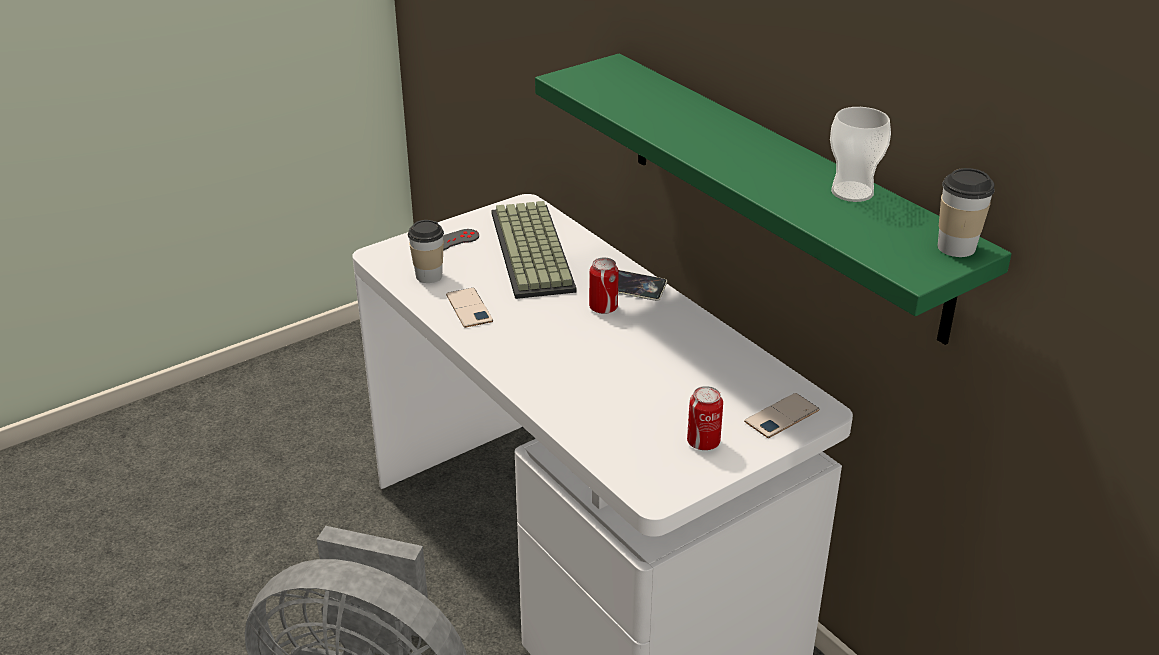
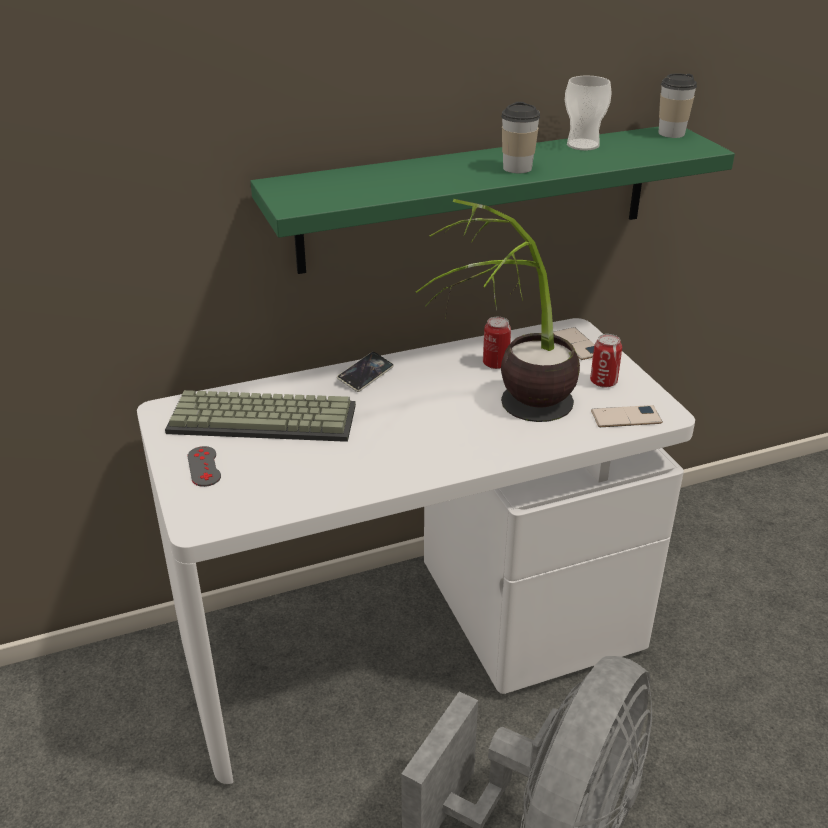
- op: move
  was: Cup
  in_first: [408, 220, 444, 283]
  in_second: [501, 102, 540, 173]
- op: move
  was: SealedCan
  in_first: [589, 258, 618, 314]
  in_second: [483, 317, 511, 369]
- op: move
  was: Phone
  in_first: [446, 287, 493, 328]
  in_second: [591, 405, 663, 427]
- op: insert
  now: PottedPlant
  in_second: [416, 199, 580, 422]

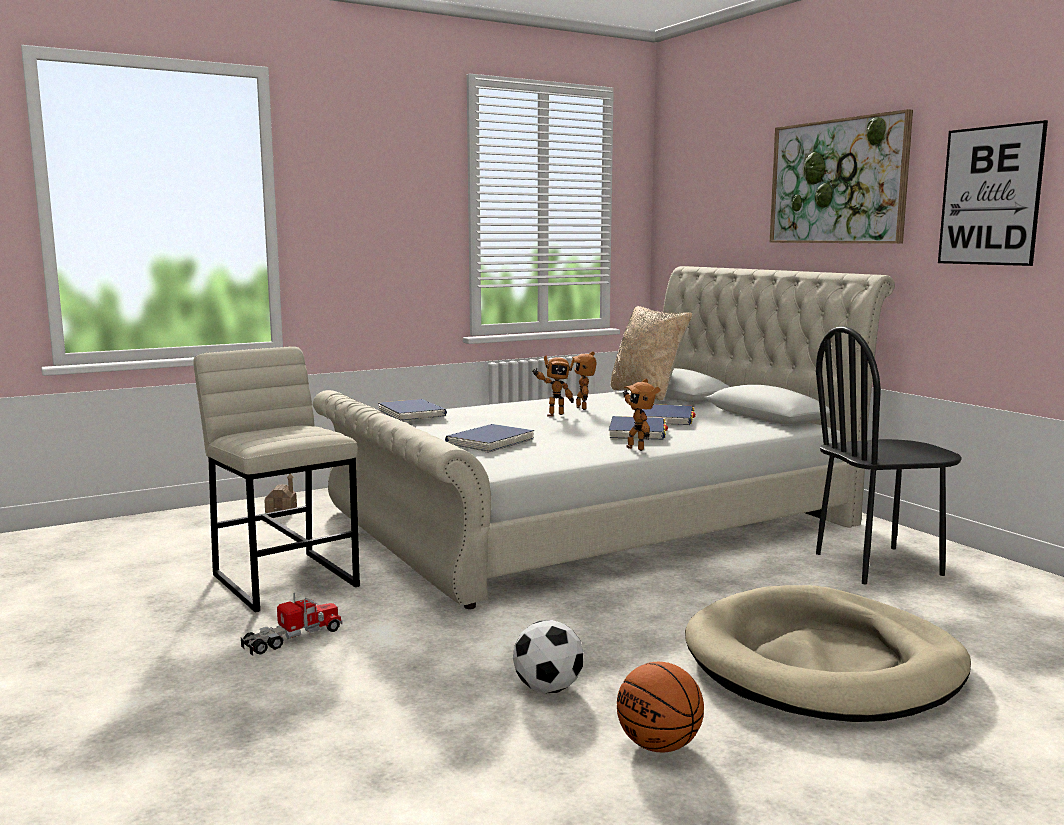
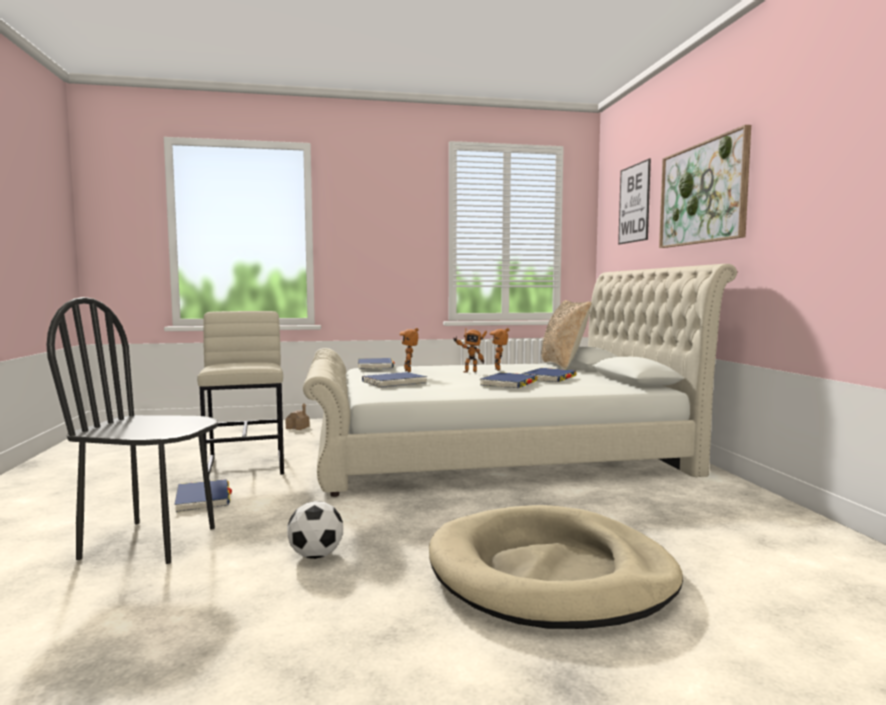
- op: move
  was: WallArt
  in_first: [938, 120, 1048, 266]
  in_second: [618, 159, 651, 244]
- op: move
  was: BlackUprightChair
  in_first: [816, 326, 962, 585]
  in_second: [46, 297, 218, 564]
- op: move
  was: ToyRobot
  in_first: [623, 378, 661, 451]
  in_second: [400, 328, 419, 372]
- op: replace
  was: ToyTruck
  now: BlueBoundBook
  in_first: [240, 593, 343, 656]
  in_second: [174, 479, 232, 513]
- op: delete
  was: BasketballBall
  in_first: [617, 662, 704, 753]

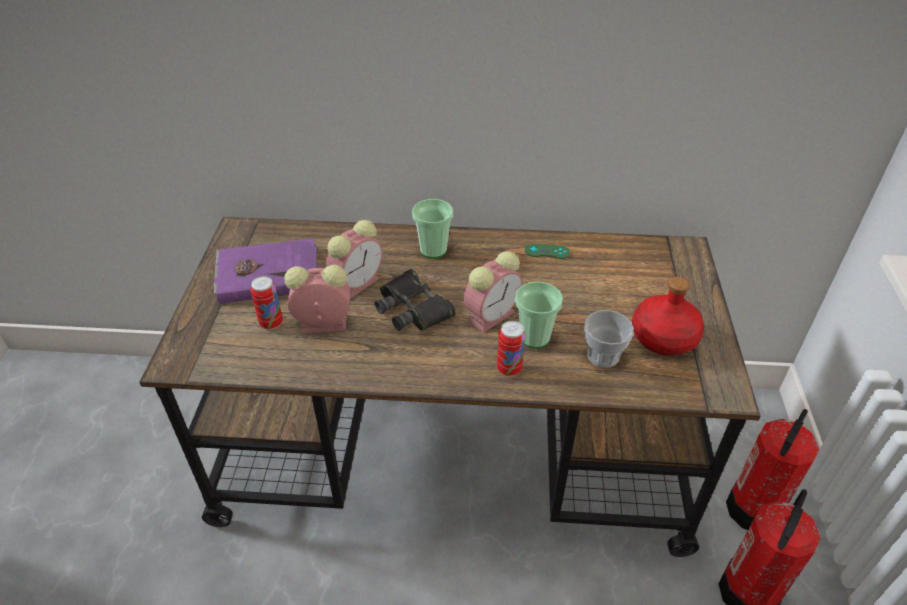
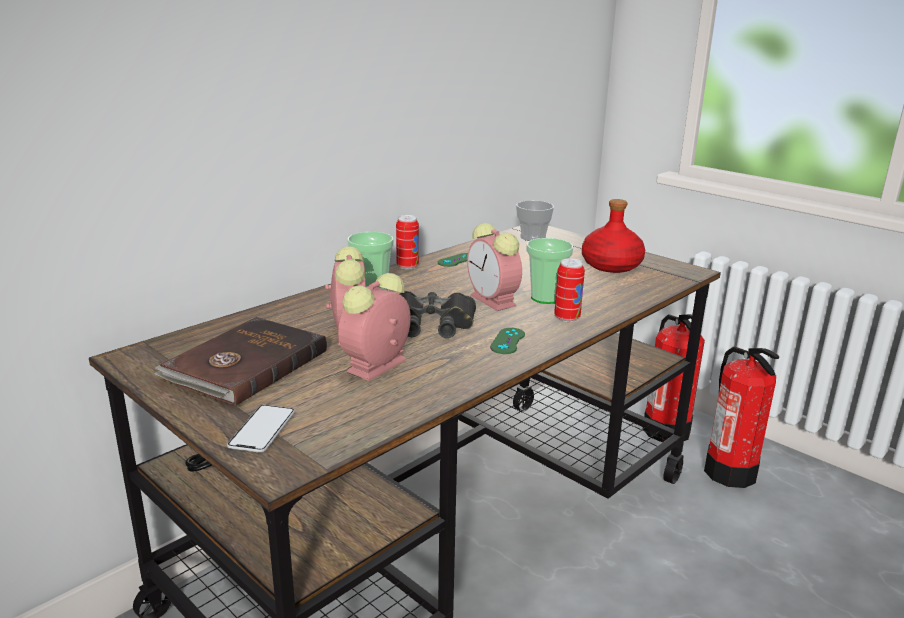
- op: recolor
  was: PurplishBoundBook
  now: BrownBoundBook
  in_first: [214, 238, 317, 304]
  in_second: [154, 317, 327, 406]
- op: rotate
  was: AlarmClock
  in_first: [464, 251, 522, 333]
  in_second: [467, 223, 522, 311]
  clockwise: 150
- op: move
  was: SealedCan
  in_first: [250, 276, 283, 330]
  in_second: [396, 215, 419, 269]
- op: move
  was: Cup
  in_first: [584, 310, 634, 368]
  in_second: [516, 201, 554, 241]
- op: insert
  now: GreenGamepad
  in_second: [490, 328, 525, 354]
- op: insert
  now: Phone
  in_second: [227, 405, 295, 453]

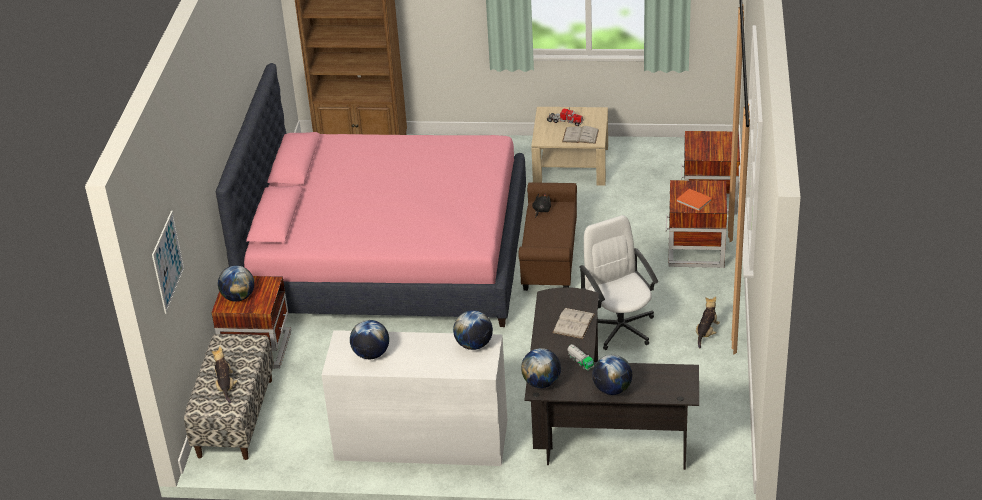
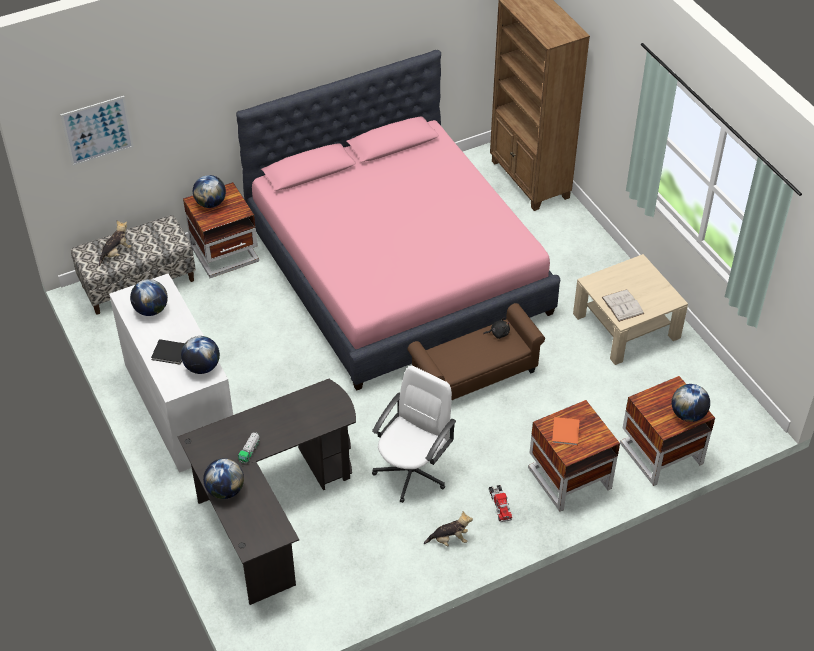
- op: move
  was: ToyTruck
  in_first: [547, 107, 584, 126]
  in_second: [489, 485, 512, 522]
- op: delete
  was: WhiteColouredBoundBook
  in_first: [553, 308, 595, 339]
- op: move
  was: Globe
  in_first: [521, 348, 561, 388]
  in_second: [672, 384, 710, 422]
- op: insert
  now: BlackBoundBook
  in_second: [151, 339, 185, 365]

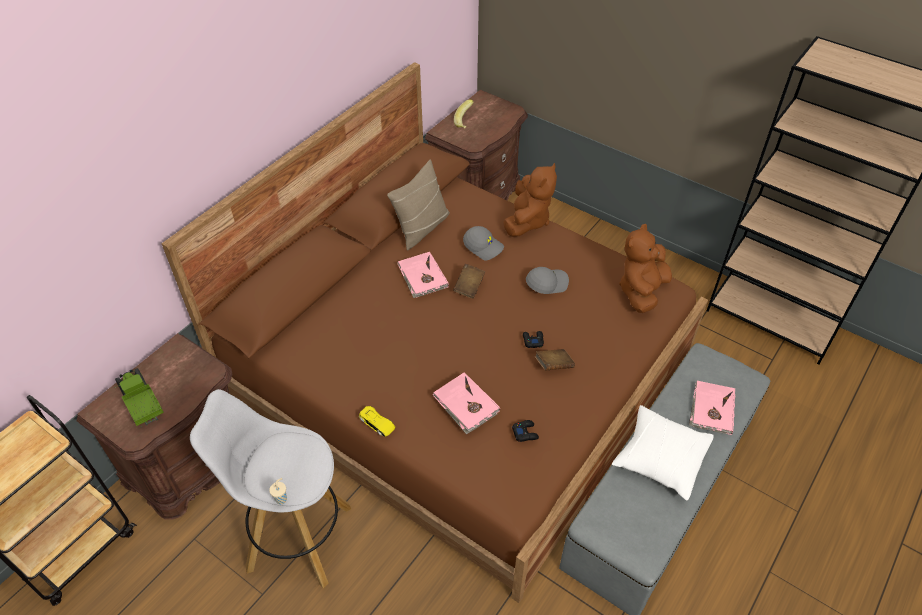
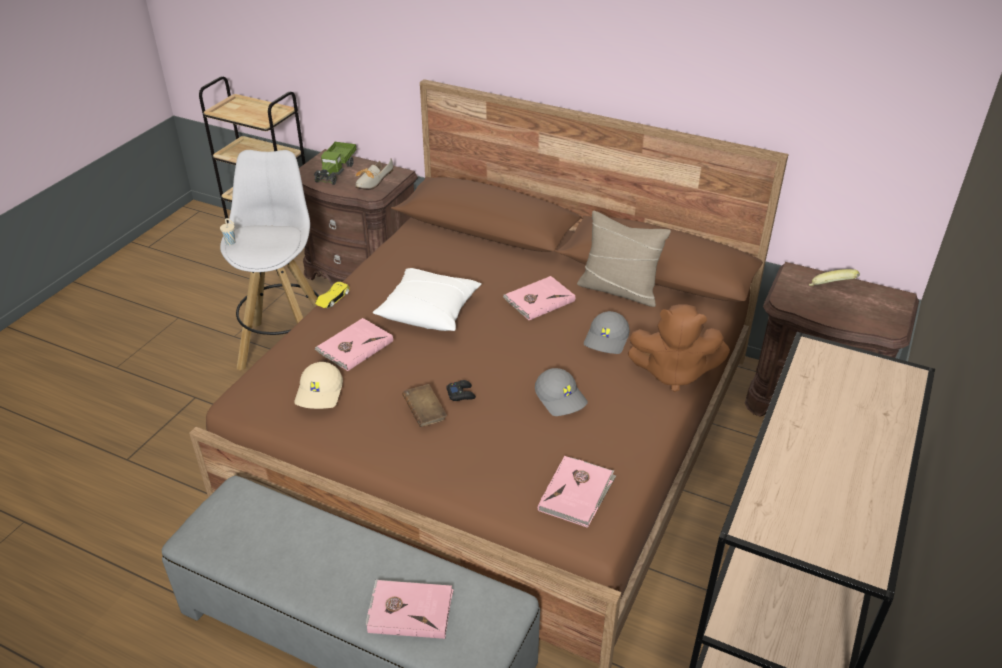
- op: replace
  was: BrownCuddlyToy
  now: PinkColouredBoundBook
  in_first: [619, 224, 672, 313]
  in_second: [538, 456, 616, 528]
- op: delete
  was: BrownBoundBook
  in_first: [453, 264, 485, 299]
- op: rotate
  was: ToyTruck
  in_first: [115, 368, 164, 427]
  in_second: [314, 142, 356, 185]
  clockwise: 150
- op: move
  was: WhiteColouredCushion
  in_first: [612, 405, 714, 500]
  in_second: [373, 268, 482, 331]
- op: replace
  was: BlackGamepad
  now: SandColouredPeakedCap
  in_first: [512, 420, 539, 442]
  in_second: [294, 362, 343, 409]
- op: insert
  now: LowShoe
  in_second: [355, 158, 393, 190]

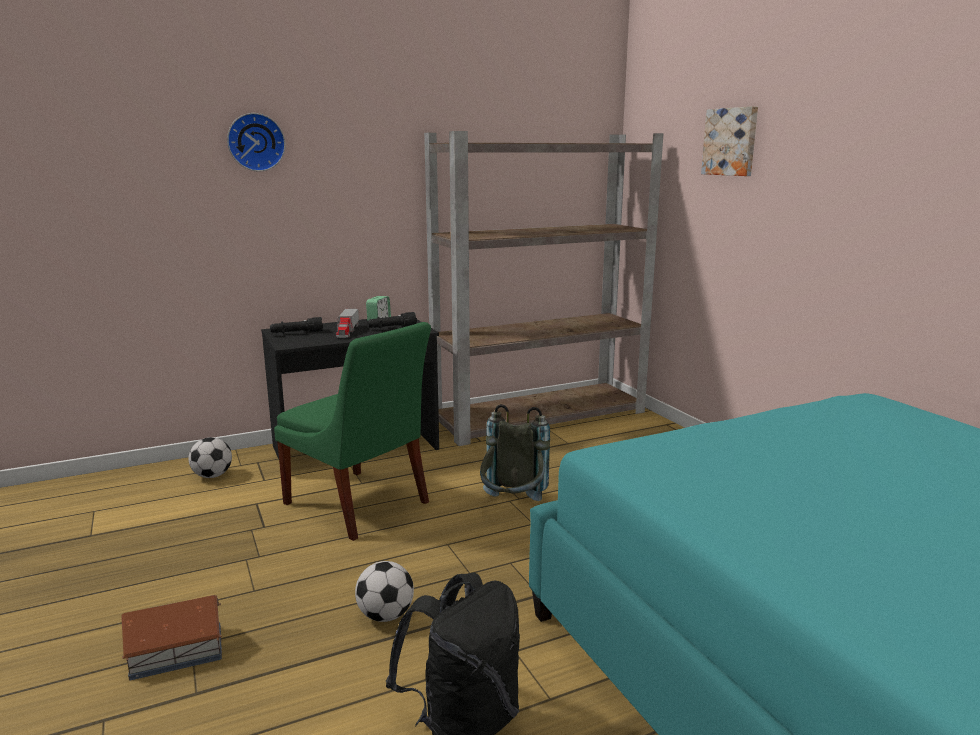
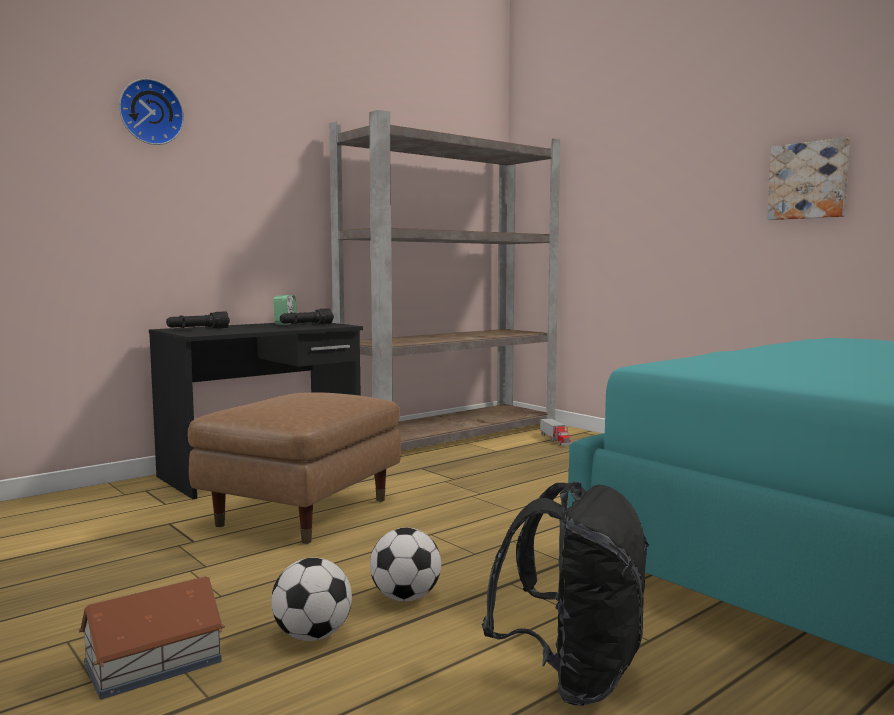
- op: move
  was: WallArt
  in_first: [701, 106, 758, 176]
  in_second: [767, 137, 850, 220]
- op: move
  was: ToyTruck
  in_first: [336, 309, 359, 338]
  in_second: [540, 419, 572, 446]
- op: replace
  was: GreenUprightChair
  now: BrownPouffe
  in_first: [274, 322, 431, 541]
  in_second: [188, 392, 401, 544]
- op: delete
  was: GrayRucksack
  in_first: [480, 404, 550, 501]
- op: move
  was: BallForFootball
  in_first: [188, 437, 232, 478]
  in_second: [271, 557, 352, 641]

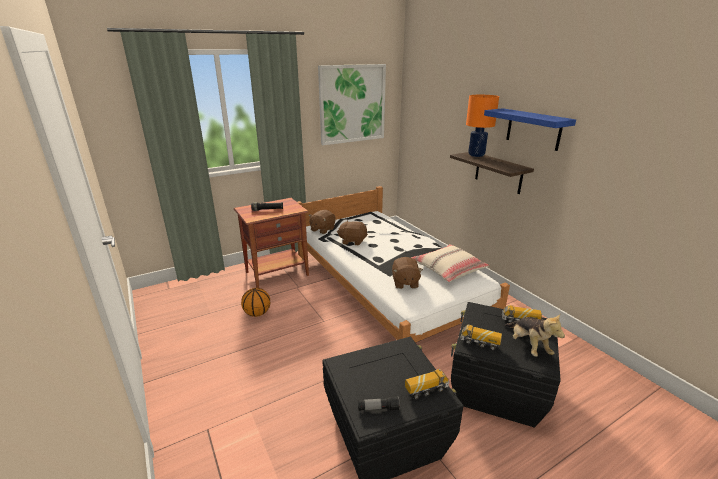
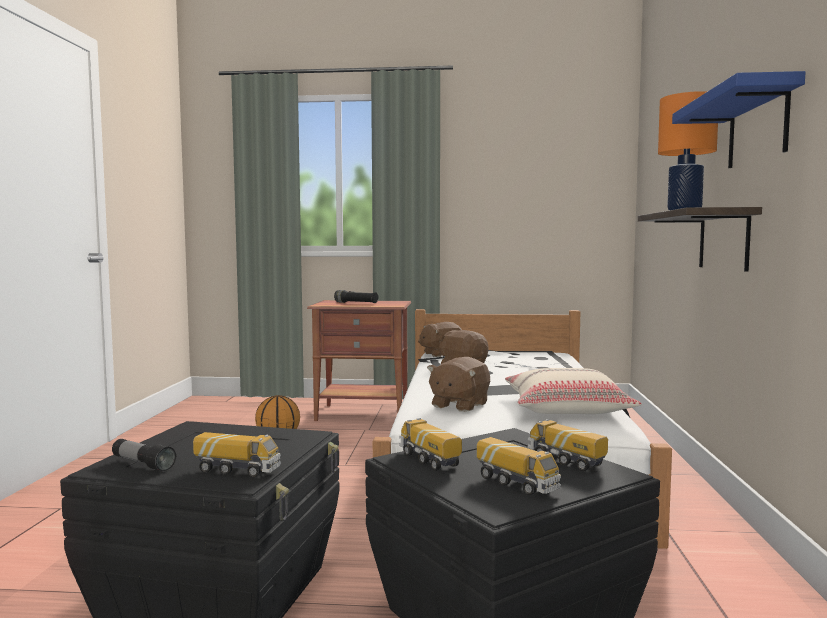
- op: delete
  was: WallArt
  in_first: [318, 64, 386, 145]
- op: replace
  was: CuddlyToy
  now: ToyTruck
  in_first: [505, 314, 565, 357]
  in_second: [477, 437, 561, 495]

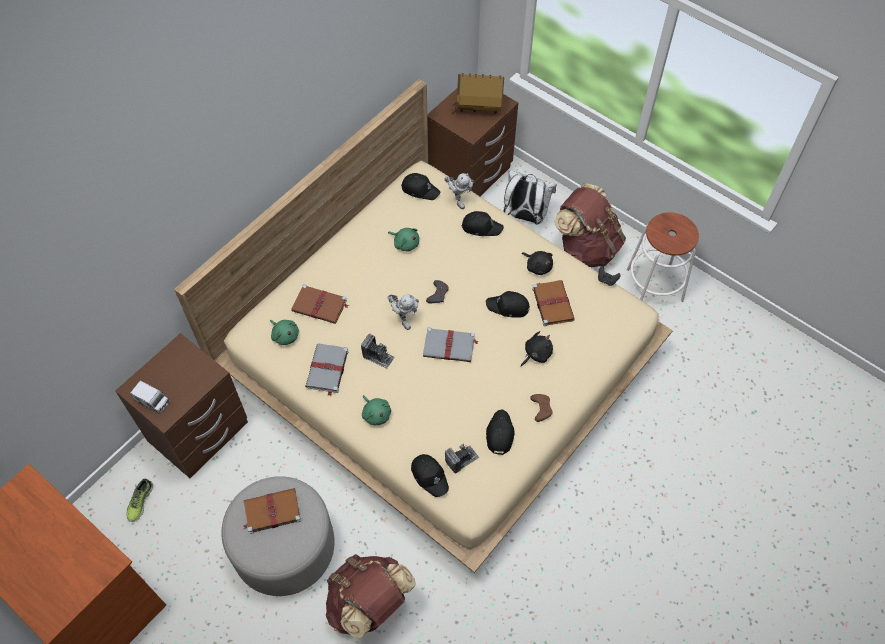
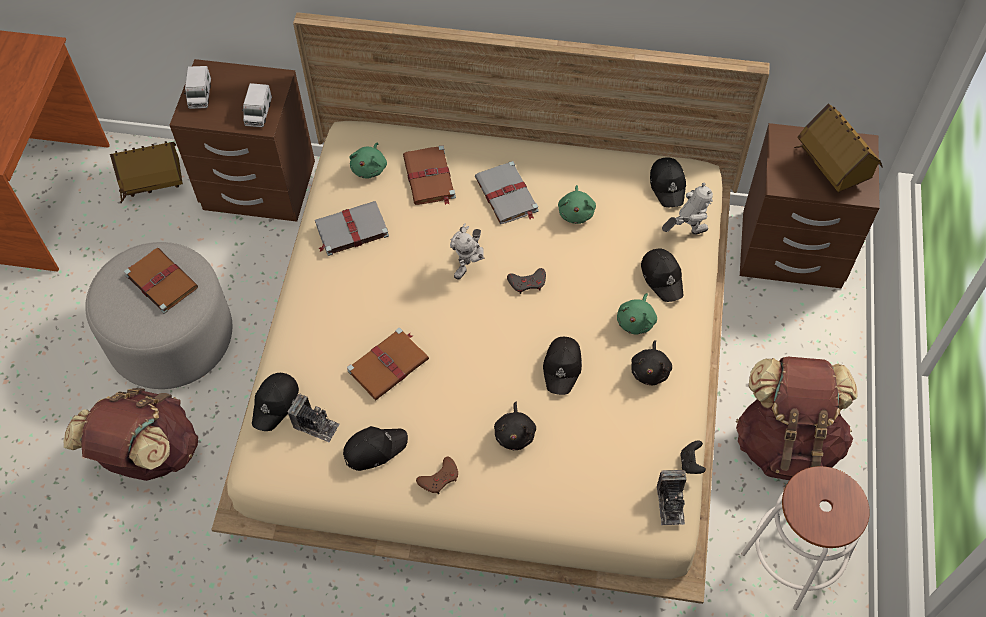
- op: delete
  was: WhiteColouredRucksack
  in_first: [504, 170, 557, 225]
- op: rotate
  was: ToyRobot
  in_first: [444, 173, 474, 209]
  in_second: [662, 183, 713, 235]
  clockwise: -135
- op: move
  was: BrownBoundBook
  in_first: [532, 280, 575, 326]
  in_second: [347, 328, 429, 401]
- op: rotate
  was: BlackPeakedCap
  in_first: [486, 291, 530, 317]
  in_second: [543, 337, 582, 395]
  clockwise: -150
- op: move
  was: GrayBoundBook
  in_first: [423, 327, 478, 362]
  in_second: [475, 161, 539, 224]
- op: rotate
  was: BlackCuddlyToy
  in_first: [521, 331, 553, 366]
  in_second: [494, 402, 536, 450]
  clockwise: 75
- op: move
  was: PhotoCamera
  in_first: [361, 334, 395, 369]
  in_second: [657, 470, 686, 525]
- op: move
  was: GreenCuddlyToy
  in_first: [362, 395, 391, 426]
  in_second: [617, 293, 657, 335]
- op: replace
  was: LowShoe
  now: ModelHouse
  in_first: [127, 479, 153, 522]
  in_second: [110, 141, 183, 203]
- op: insert
  now: ToyTruck
  in_second: [241, 83, 272, 127]

